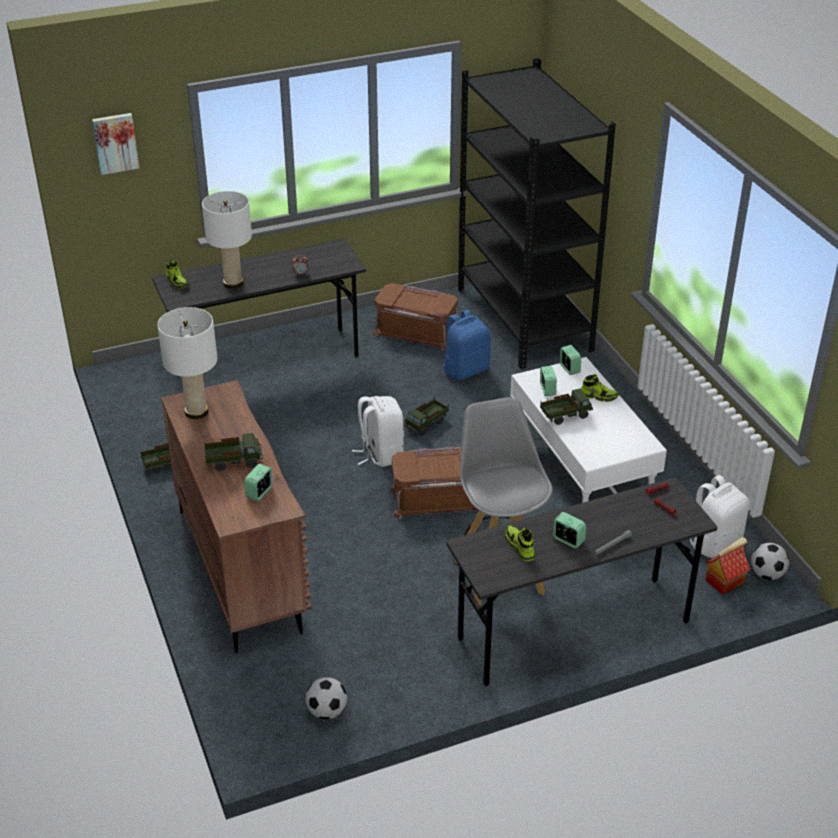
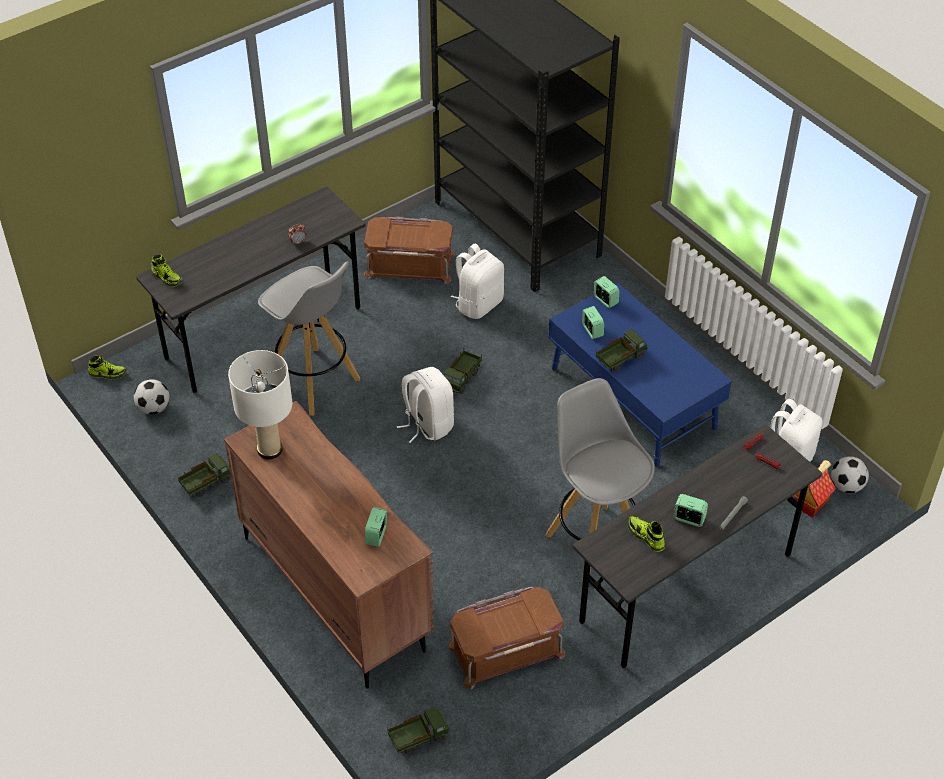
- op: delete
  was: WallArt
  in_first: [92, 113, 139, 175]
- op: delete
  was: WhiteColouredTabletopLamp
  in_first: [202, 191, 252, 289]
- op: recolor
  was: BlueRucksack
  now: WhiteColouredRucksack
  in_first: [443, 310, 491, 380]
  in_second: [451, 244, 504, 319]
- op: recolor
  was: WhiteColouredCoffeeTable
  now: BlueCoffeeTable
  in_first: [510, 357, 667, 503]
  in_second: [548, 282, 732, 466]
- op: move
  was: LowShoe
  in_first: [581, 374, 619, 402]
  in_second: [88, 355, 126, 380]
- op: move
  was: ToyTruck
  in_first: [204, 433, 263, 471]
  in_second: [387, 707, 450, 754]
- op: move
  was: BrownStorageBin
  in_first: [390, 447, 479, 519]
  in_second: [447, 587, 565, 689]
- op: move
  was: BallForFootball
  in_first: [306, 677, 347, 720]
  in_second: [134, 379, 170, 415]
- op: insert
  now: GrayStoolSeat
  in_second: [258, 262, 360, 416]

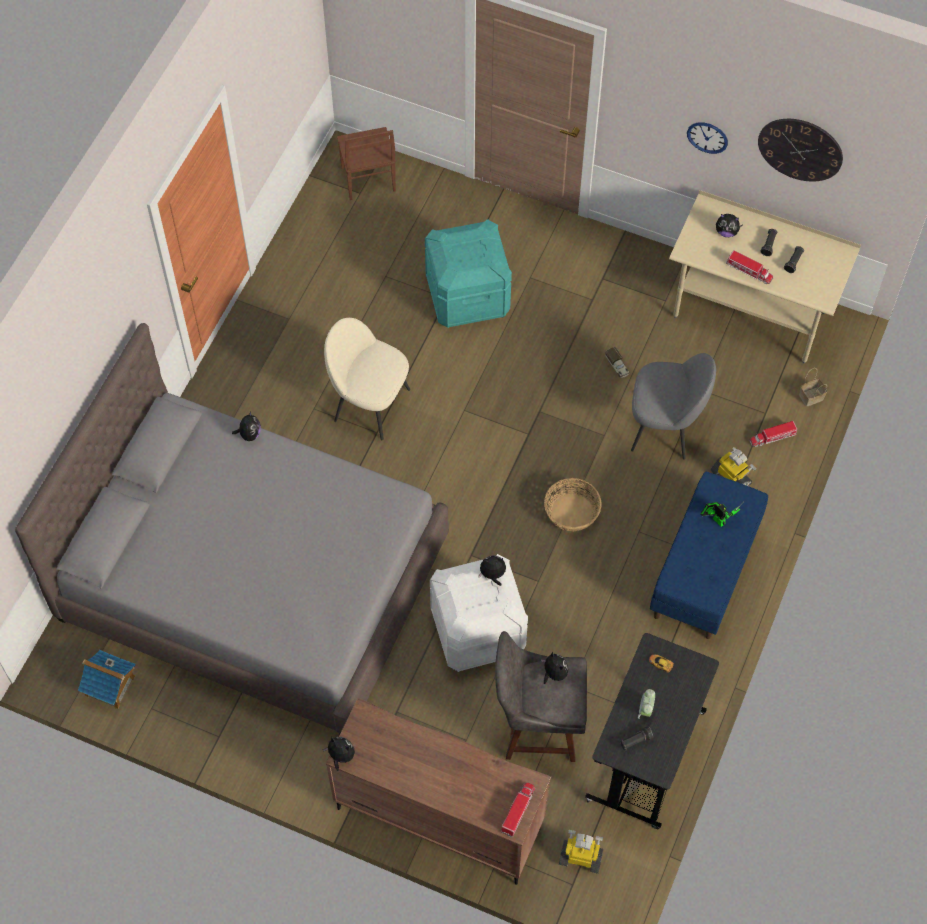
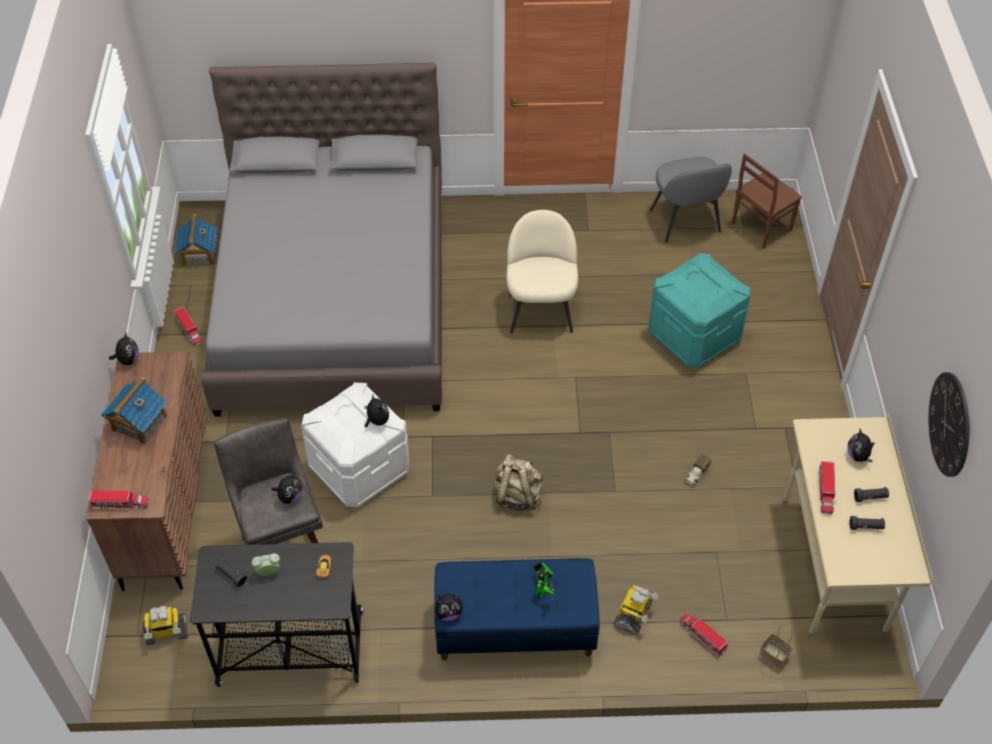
- op: delete
  was: HangingClock
  in_first: [687, 122, 728, 154]
- op: move
  was: GrayUprightChair
  in_first: [631, 353, 716, 460]
  in_second: [650, 157, 732, 243]
- op: move
  was: CuddlyToy
  in_first: [232, 411, 261, 441]
  in_second: [435, 594, 463, 621]
- op: replace
  was: HouseholdBasket
  now: SandColouredRucksack
  in_first: [544, 478, 602, 531]
  in_second: [494, 454, 543, 510]
- op: rotate
  was: ToyRobot
  in_first: [559, 830, 603, 874]
  in_second: [142, 606, 188, 645]
  clockwise: 90
- op: insert
  now: ToyTruck
  in_second: [174, 307, 202, 345]
- op: insert
  now: ModelHouse
  in_second: [101, 377, 168, 445]

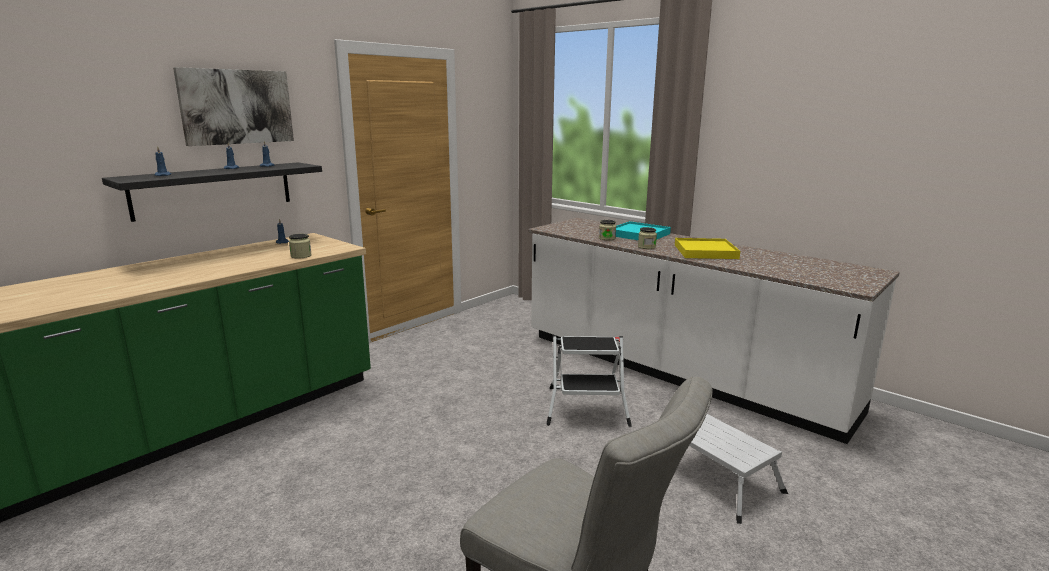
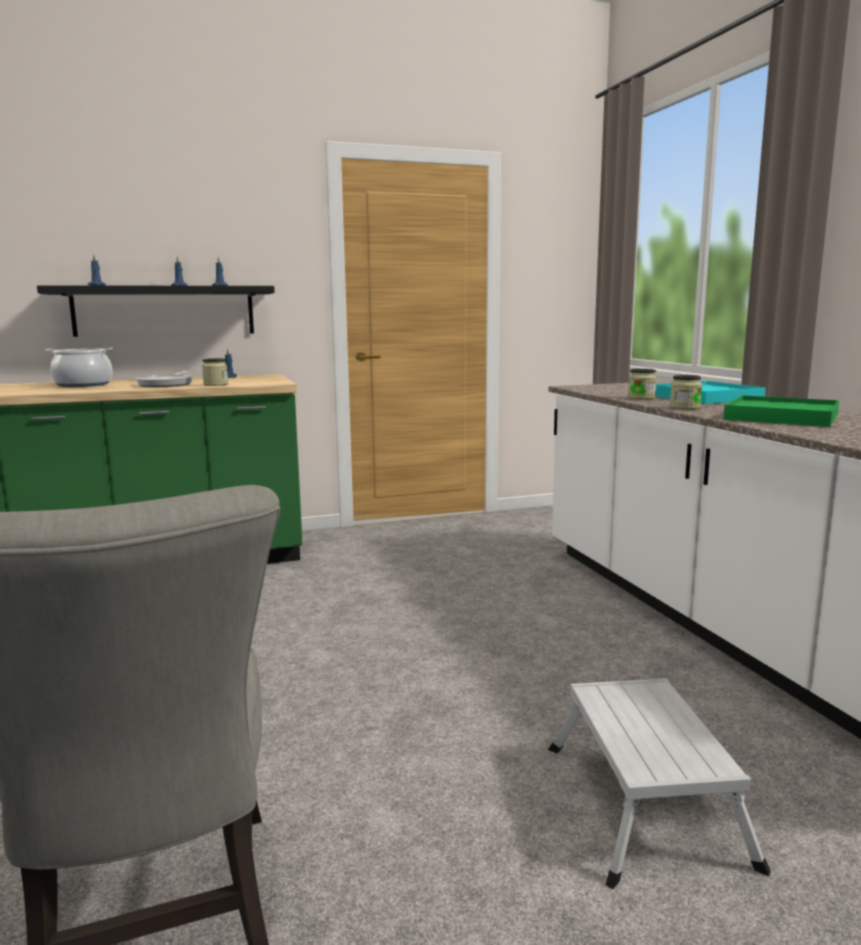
- op: delete
  was: WallArt
  in_first: [173, 67, 294, 146]
- op: recolor
  was: YellowishServingTray
  now: GreenServingTray
  in_first: [675, 238, 740, 259]
  in_second: [724, 395, 839, 427]
- op: delete
  was: Stepladder
  in_first: [547, 335, 632, 427]
- op: insert
  now: CookingPot
  in_second: [46, 348, 113, 387]
- op: insert
  now: Skillet
  in_second: [136, 371, 192, 387]

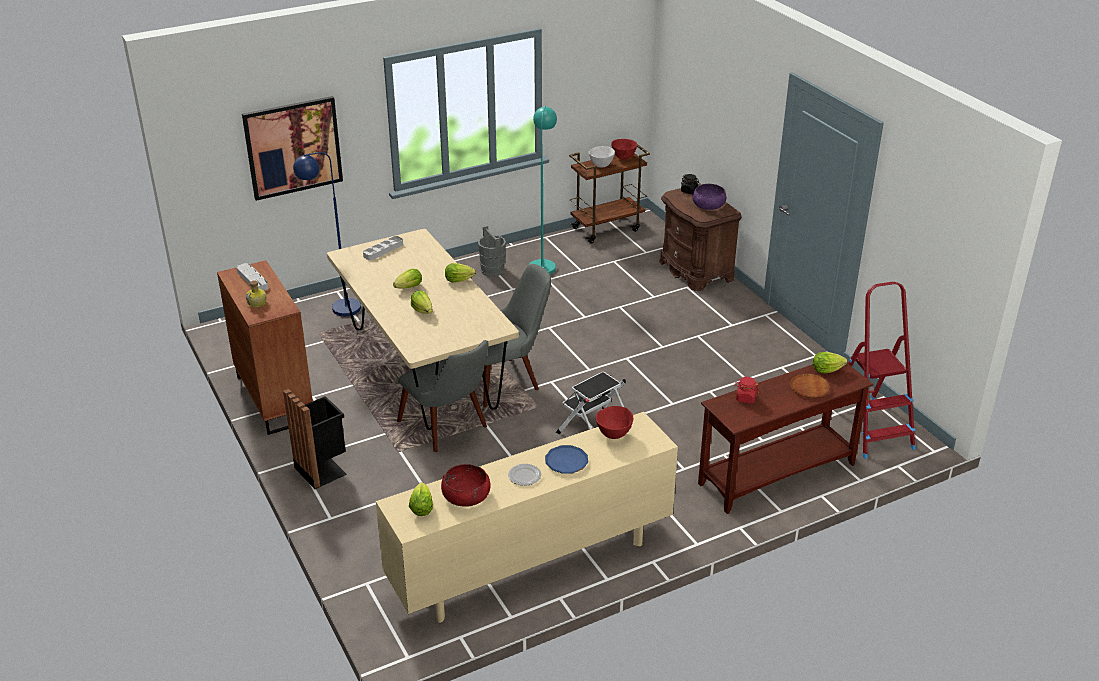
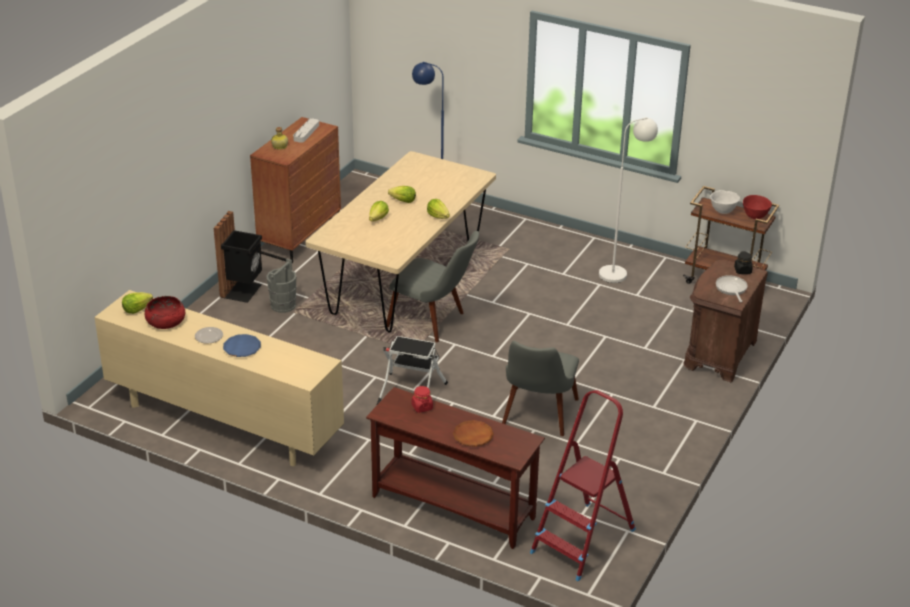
- op: delete
  was: WallArt
  in_first: [242, 96, 343, 201]
- op: recolor
  was: BlueGreenStandardLamp
  now: WhiteColouredStandardLamp
  in_first: [530, 106, 557, 274]
  in_second: [599, 117, 658, 283]
- op: replace
  was: PurplishBowl
  now: Skillet
  in_first: [692, 184, 726, 210]
  in_second: [716, 275, 748, 302]
- op: move
  was: GrayBucket
  in_first: [478, 226, 506, 276]
  in_second: [267, 259, 297, 313]
- op: delete
  was: GrayServingTray
  in_first: [363, 236, 403, 260]
- op: move
  was: GrayUprightChair
  in_first: [397, 340, 489, 452]
  in_second: [502, 341, 579, 436]
- op: delete
  was: Lettuce
  in_first: [813, 352, 847, 374]
- op: delete
  was: RedColouredBowl
  in_first: [596, 406, 633, 439]

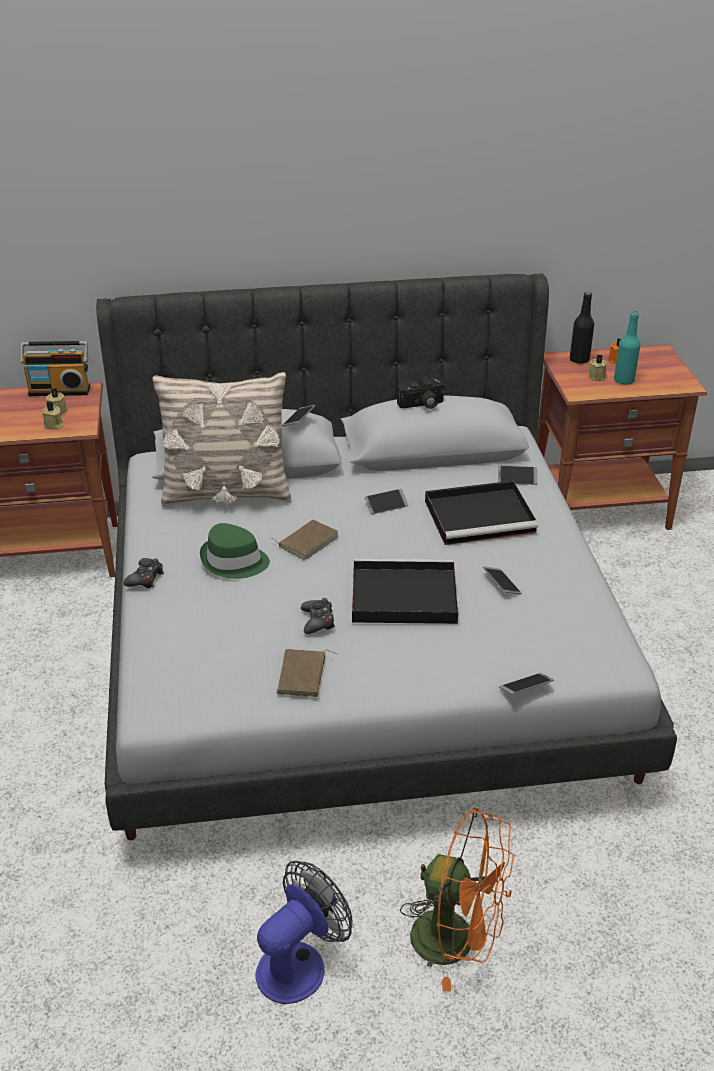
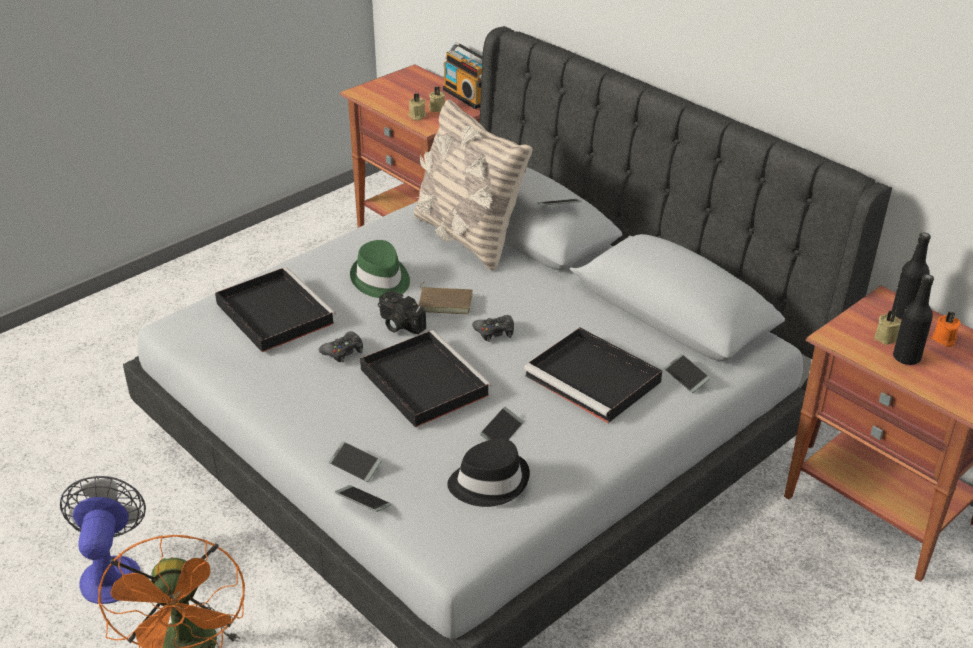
- op: recolor
  was: BlueGreenBeverageBottle
  now: BlackBeverageBottle
  in_first: [614, 311, 641, 385]
  in_second: [893, 274, 934, 365]
- op: move
  was: PhotoCamera
  in_first: [397, 376, 444, 409]
  in_second: [378, 291, 426, 334]
- op: move
  was: Phone
  in_first: [365, 489, 408, 514]
  in_second: [329, 442, 382, 482]
- op: move
  was: BlackGamepad
  in_first: [123, 558, 164, 588]
  in_second: [472, 315, 514, 342]
- op: delete
  was: BrownBoundBook
  in_first: [277, 649, 338, 697]
- op: rotate
  was: Fan
  in_first: [255, 861, 352, 1004]
  in_second: [60, 476, 146, 604]
  clockwise: -105
- op: insert
  now: BlackServingTray
  in_second: [215, 267, 336, 352]
- op: insert
  now: BlackWearableHat
  in_second: [447, 438, 530, 507]

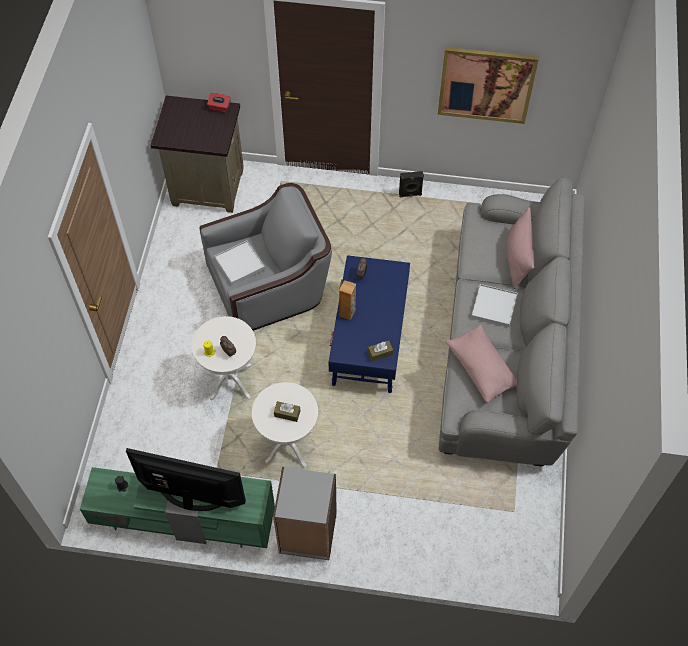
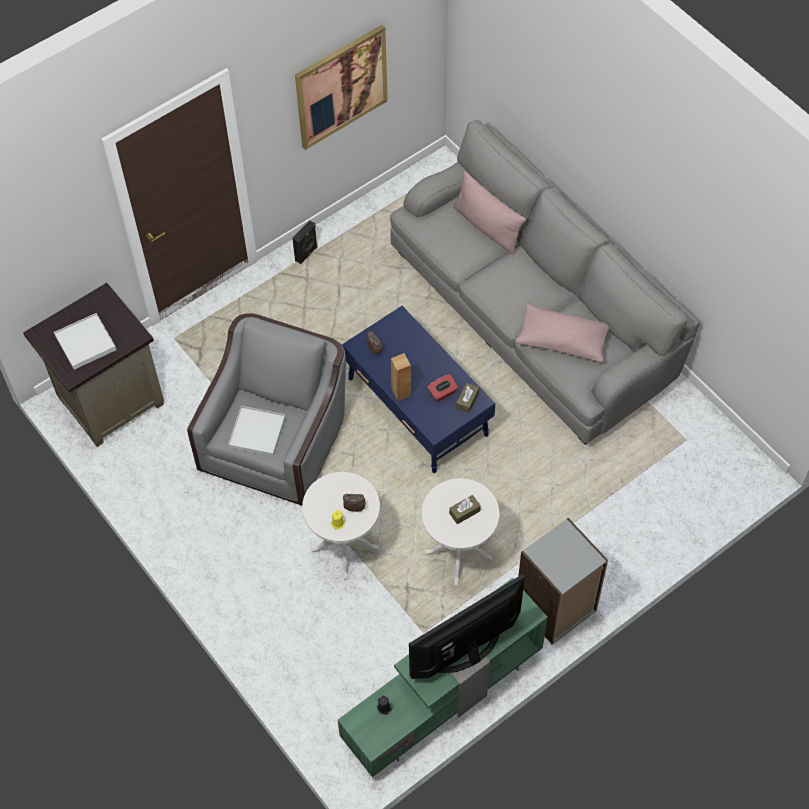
- op: move
  was: RedColouredBoxOfTissues
  in_first: [207, 93, 231, 112]
  in_second: [427, 374, 458, 402]
- op: move
  was: WhiteColouredServingTray
  in_first: [471, 284, 517, 327]
  in_second: [54, 313, 116, 370]

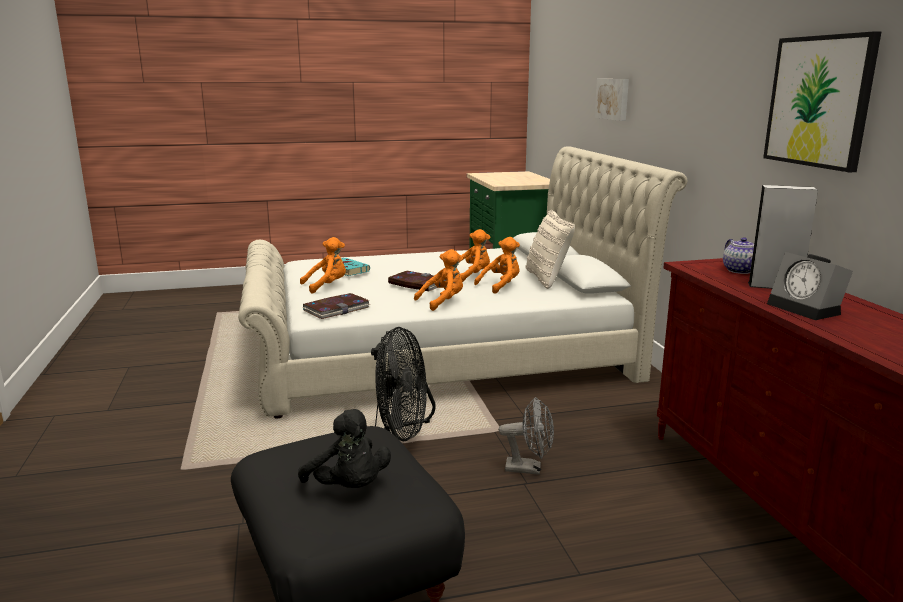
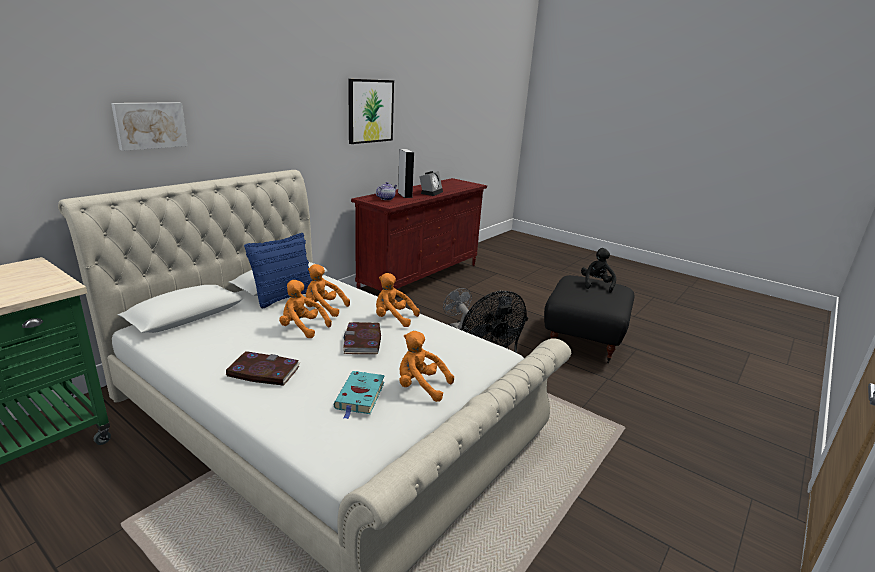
- op: recolor
  was: SandColouredCushion
  now: BlueCushion
  in_first: [525, 210, 575, 289]
  in_second: [244, 233, 312, 308]
- op: move
  was: BoundBook
  in_first: [302, 293, 370, 319]
  in_second: [225, 351, 300, 386]

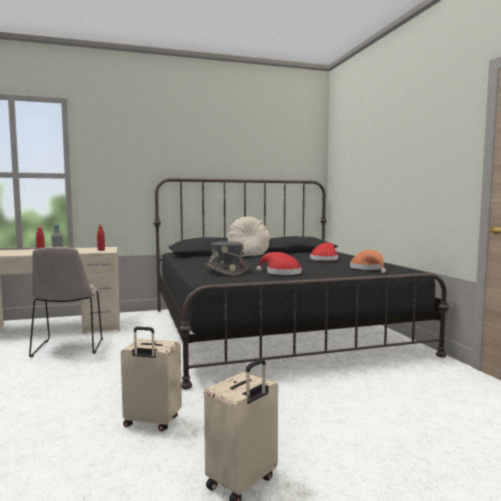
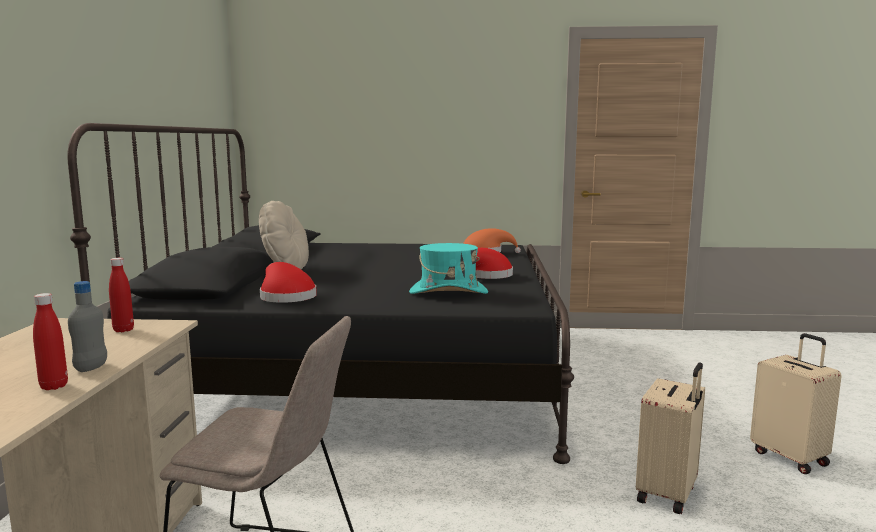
- op: recolor
  was: GrayWearableHat
  now: BlueGreenWearableHat
  in_first: [205, 242, 249, 276]
  in_second: [409, 243, 488, 294]
- op: move
  was: RedColouredWearableHat
  in_first: [310, 242, 338, 261]
  in_second: [260, 262, 317, 303]

